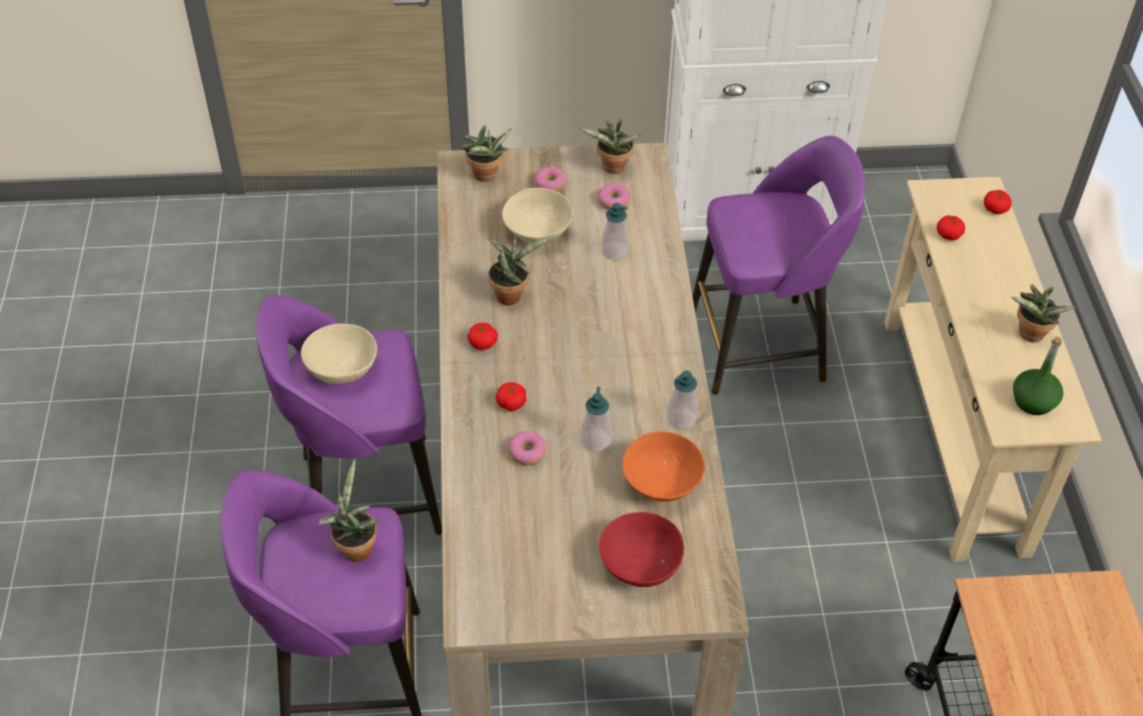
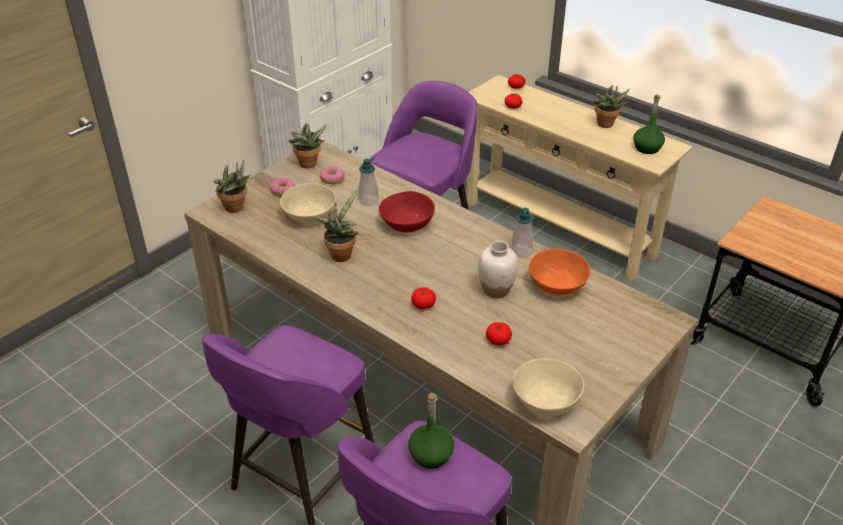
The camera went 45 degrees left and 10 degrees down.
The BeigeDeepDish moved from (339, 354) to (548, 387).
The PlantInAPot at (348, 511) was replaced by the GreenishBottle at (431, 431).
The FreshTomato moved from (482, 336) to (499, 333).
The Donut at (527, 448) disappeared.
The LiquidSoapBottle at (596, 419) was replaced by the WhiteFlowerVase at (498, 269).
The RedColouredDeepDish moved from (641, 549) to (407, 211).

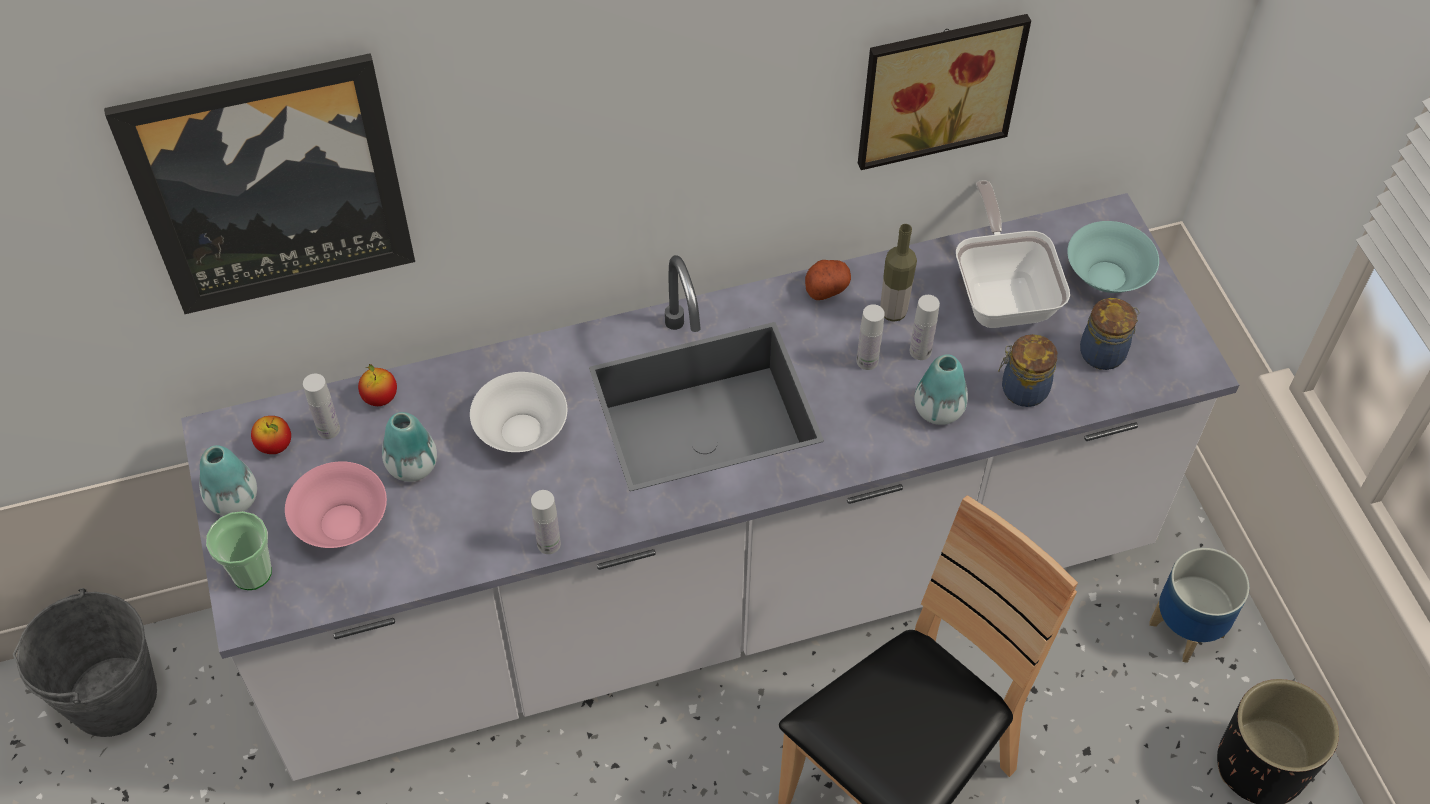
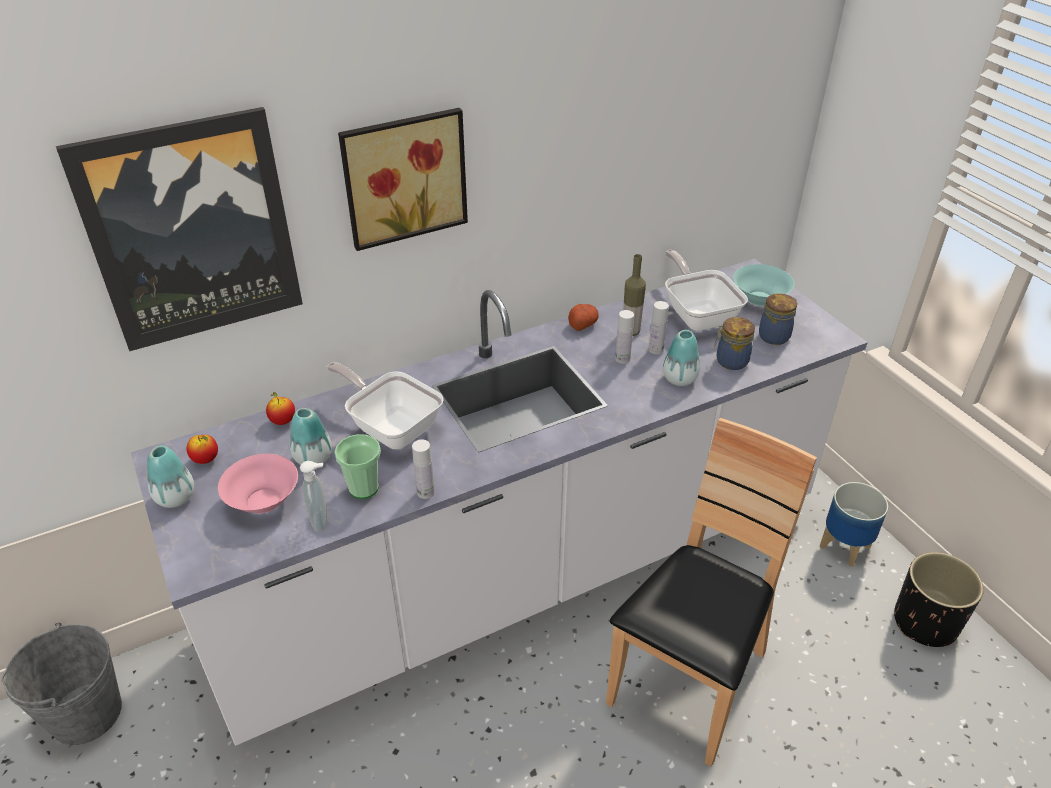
The camera went 10 degrees left and 15 degrees down.
The Cup moved from (239, 550) to (358, 466).
The WhiteBottle at (321, 406) disappeared.
The WhiteDeepDish at (518, 412) was replaced by the Skillet at (385, 405).
The WallPicture moved from (944, 92) to (403, 179).
The LiquidSoapBottle at (313, 496) appeared.

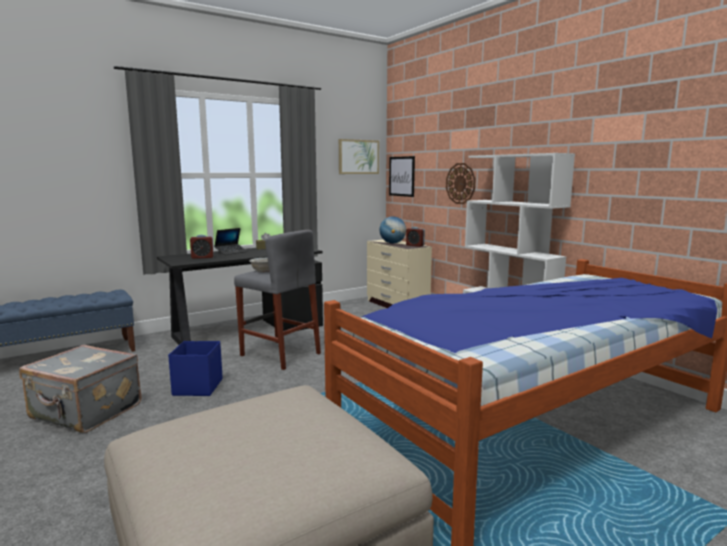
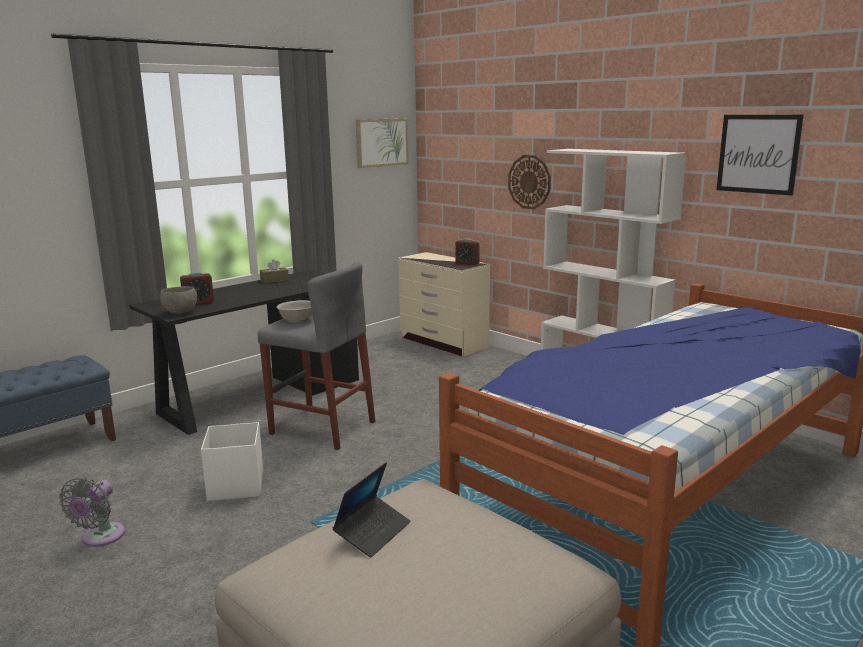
The camera went 10 degrees left and 5 degrees up.
The GreyPieceOfLuggage at (80, 389) was replaced by the GreyElectricFan at (92, 512).
The BlueColouredStorageBin at (195, 368) became the WhiteStorageBin at (232, 461).
The NotebookComputer moved from (231, 241) to (371, 510).
The WorldGlobe at (393, 229) disappeared.
The WallPicture moved from (402, 176) to (760, 155).
The GreyDeepDish at (178, 299) appeared.

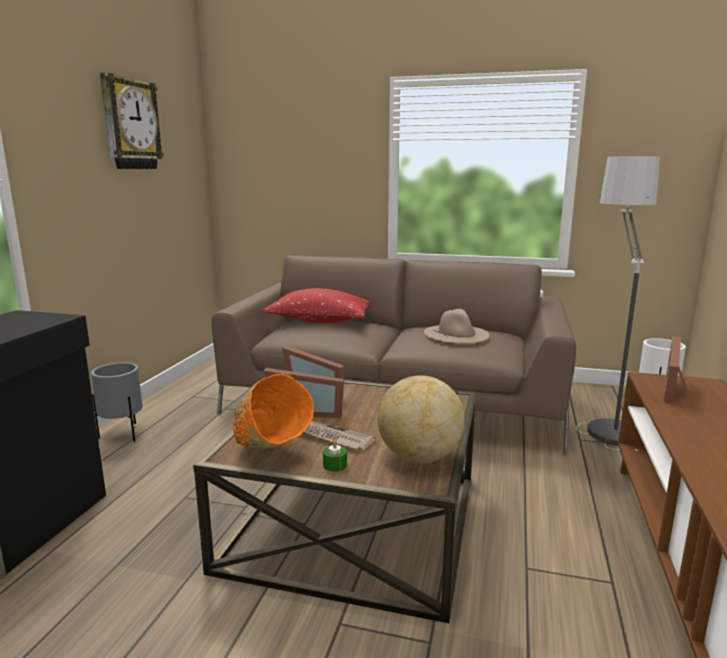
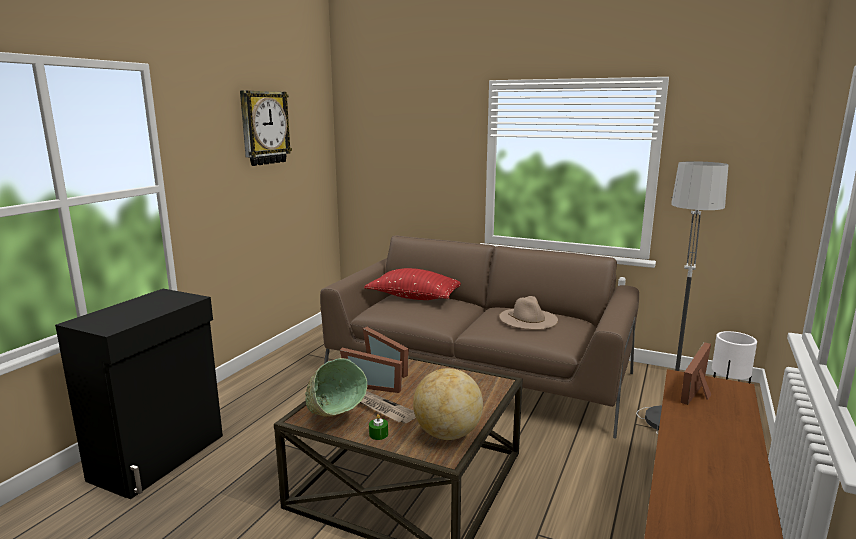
The camera went 10 degrees right and 0 degrees up.
The GreyFlowerPot at (117, 402) disappeared.
The OrangeDeepDish at (273, 411) became the GreenishDeepDish at (336, 387).

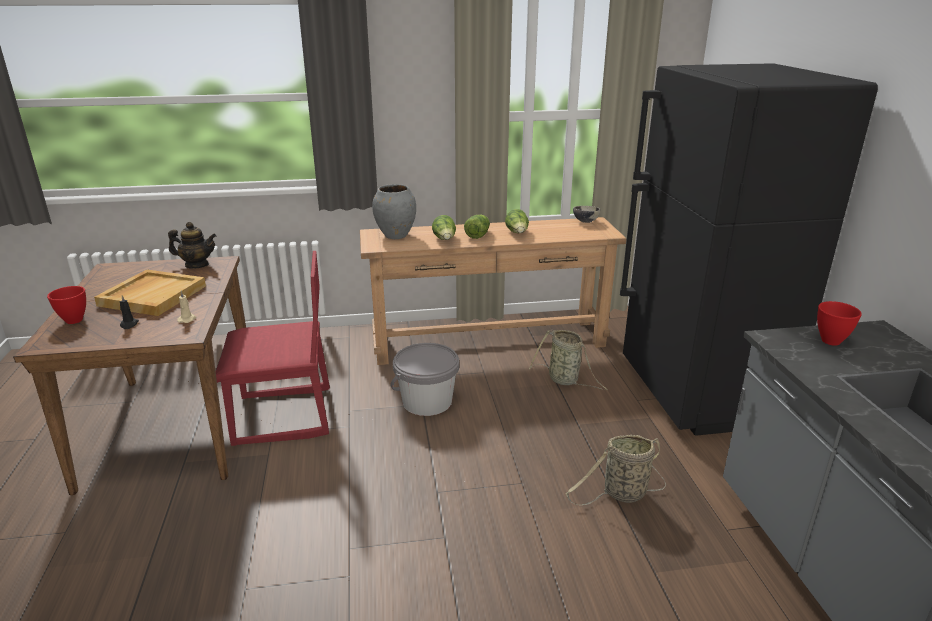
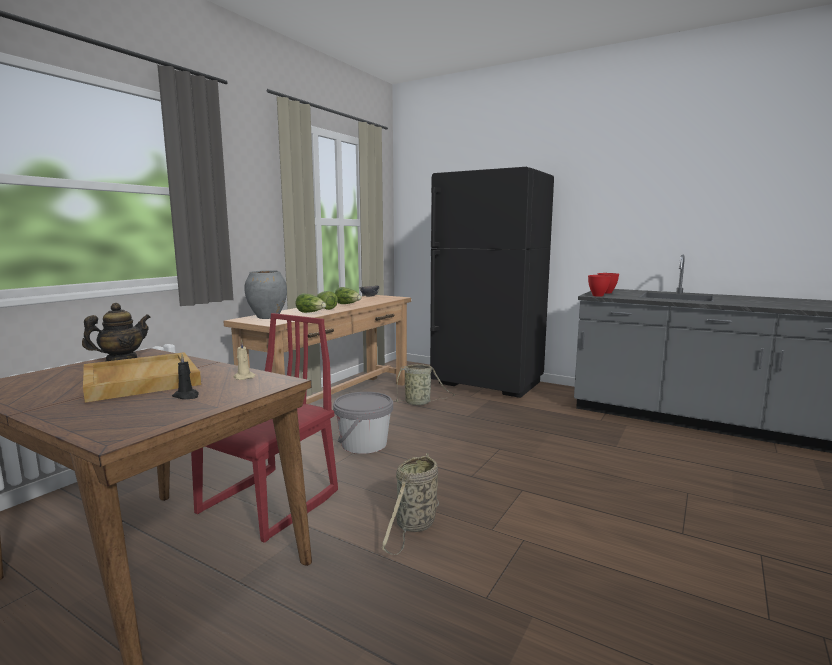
The camera went 50 degrees left and 15 degrees down.
The RedColouredDeepDish moved from (66, 305) to (599, 286).
The StorageBasket moved from (615, 470) to (410, 504).

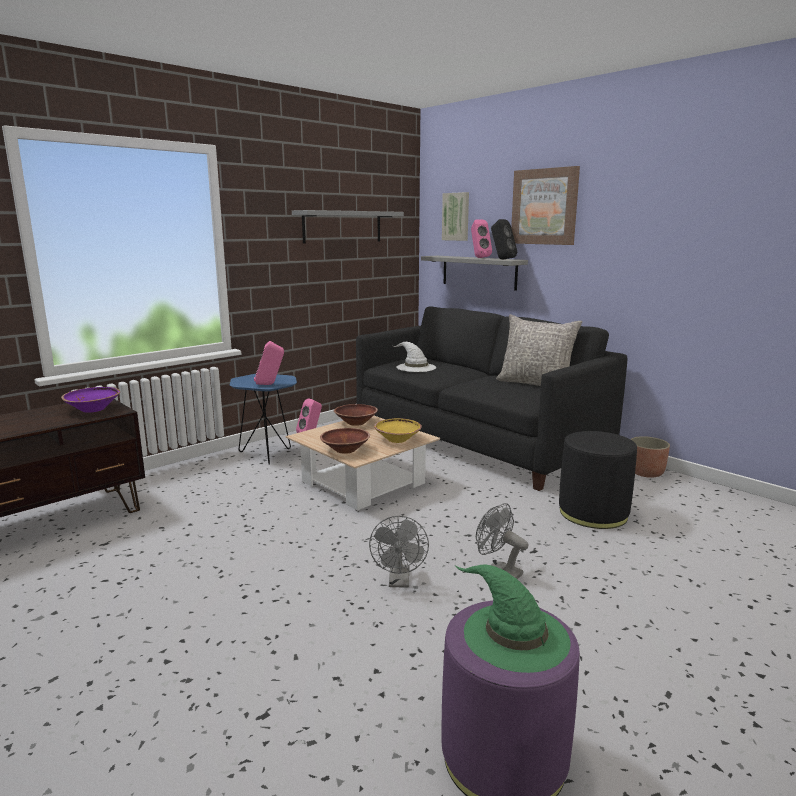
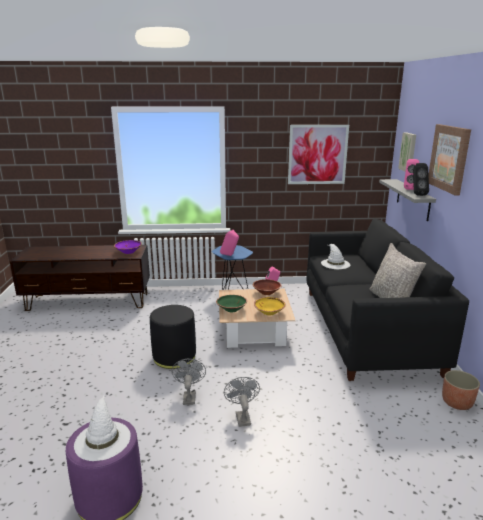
The camera went 40 degrees right and 5 degrees up.
The GreyWallShelf at (348, 226) was replaced by the WallPicture at (318, 154).
The BrownDeepDish at (345, 441) became the GreenishDeepDish at (231, 303).
The GreyElectricFan at (399, 552) turned 135 degrees clockwise.
The GreenishHat at (513, 618) became the WhiteHat at (102, 428).
The BlackColouredFootrest moved from (598, 480) to (173, 337).

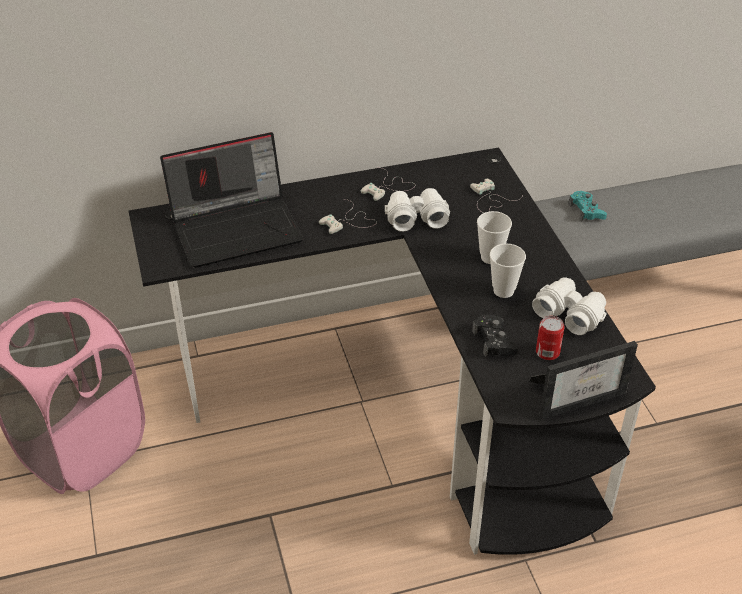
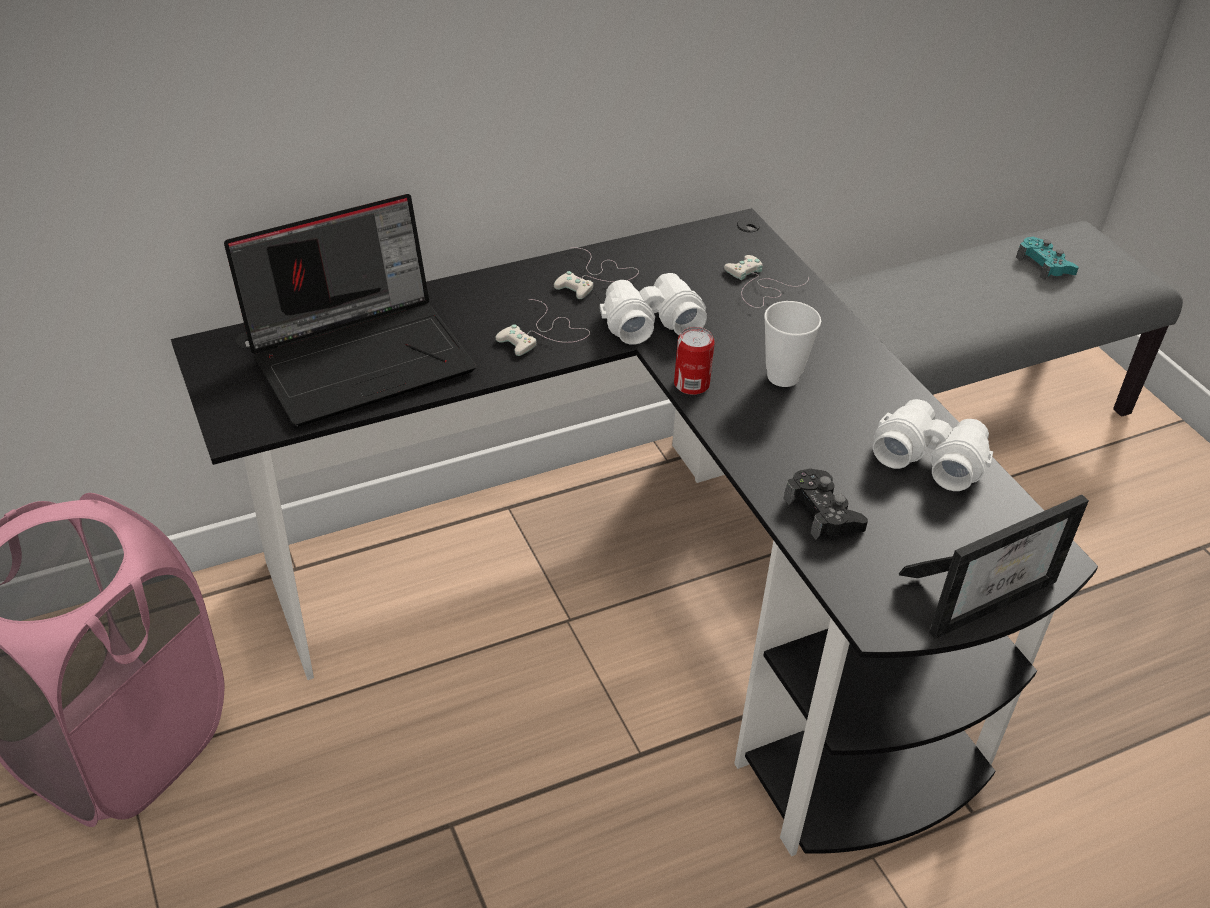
The camera went 10 degrees left and 0 degrees up.
The Cup at (508, 271) disappeared.
The SealedCan moved from (550, 338) to (694, 361).
The BlueGreenGamepad moved from (587, 206) to (1047, 258).

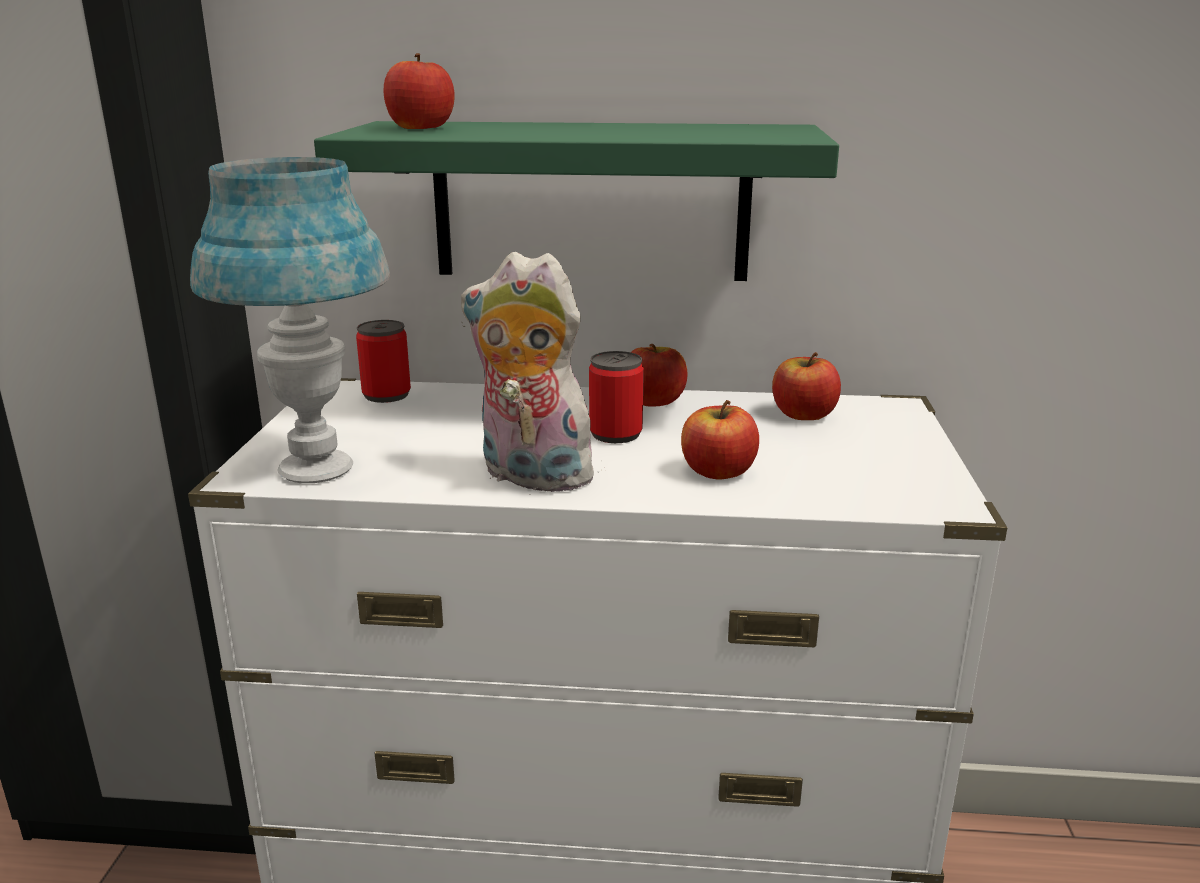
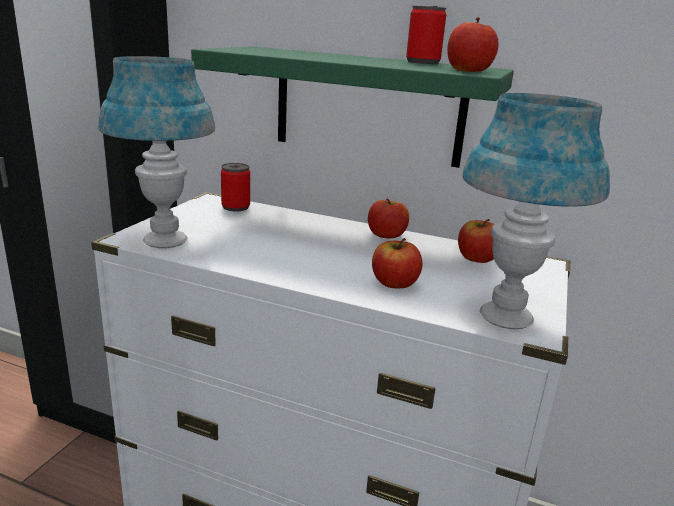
The camera went 15 degrees right and 0 degrees up.
The WholeApple moved from (419, 91) to (472, 44).
The SoftToy at (531, 372) disappeared.
The SealedCan moved from (616, 397) to (426, 35).
The BlueColouredTableLamp at (536, 211) appeared.

